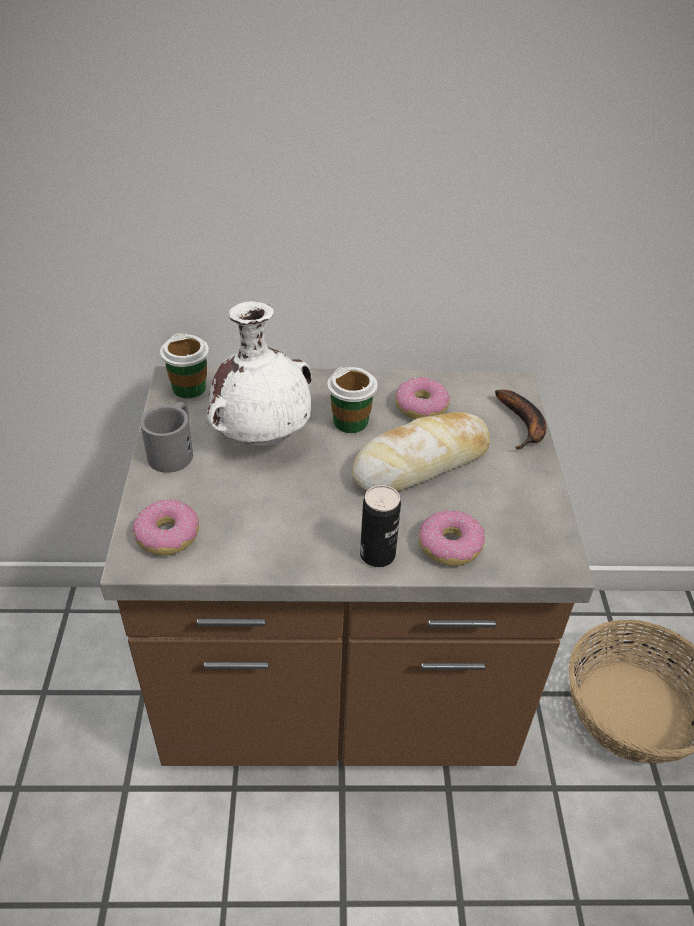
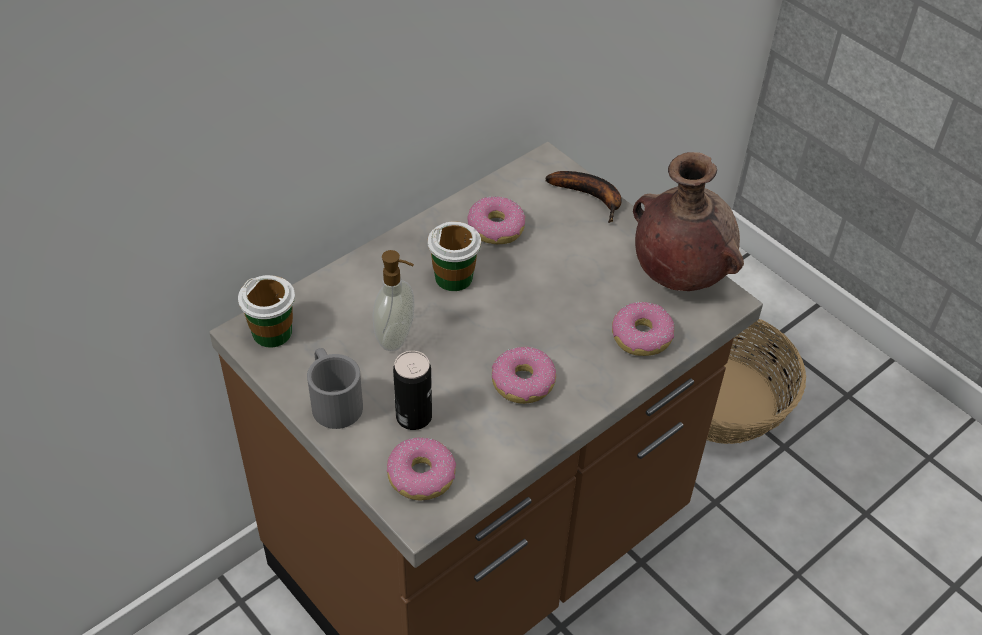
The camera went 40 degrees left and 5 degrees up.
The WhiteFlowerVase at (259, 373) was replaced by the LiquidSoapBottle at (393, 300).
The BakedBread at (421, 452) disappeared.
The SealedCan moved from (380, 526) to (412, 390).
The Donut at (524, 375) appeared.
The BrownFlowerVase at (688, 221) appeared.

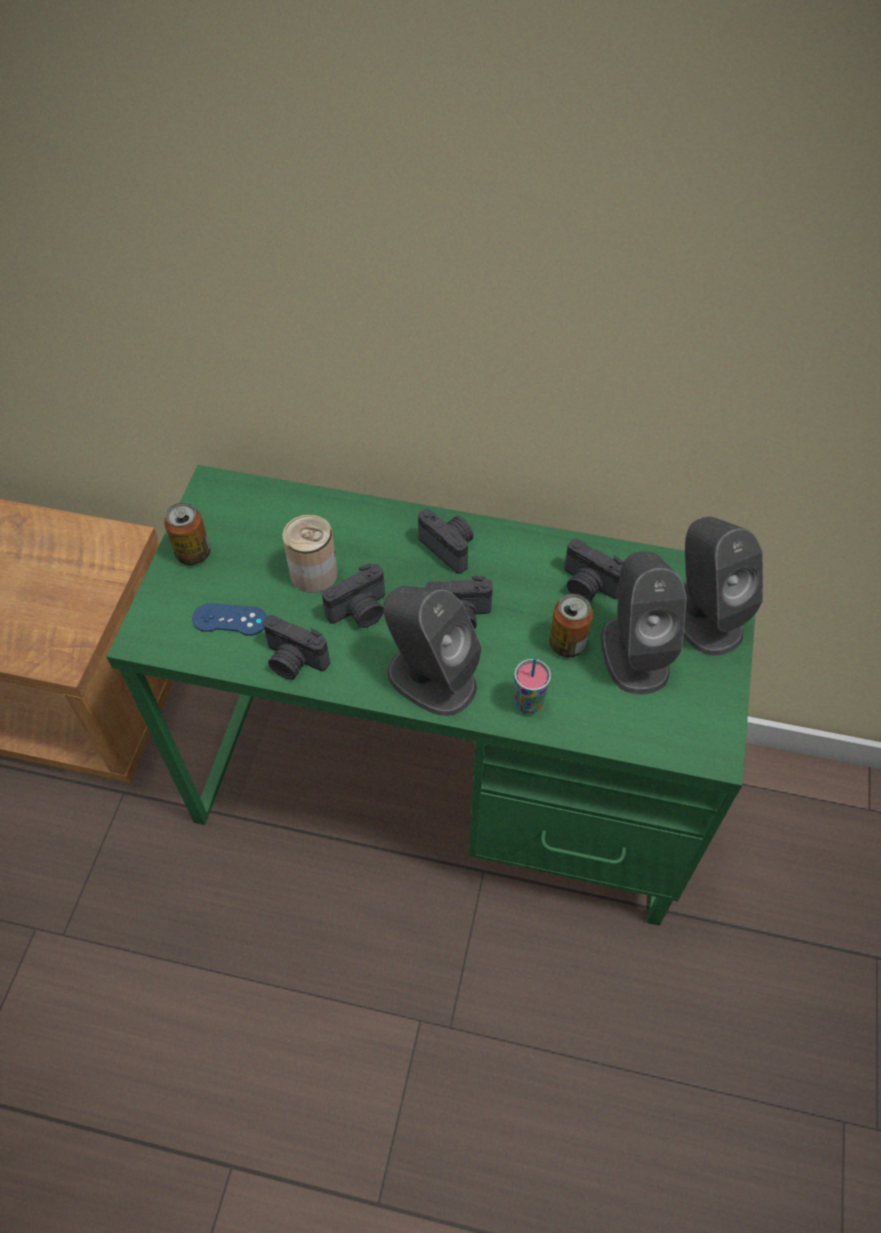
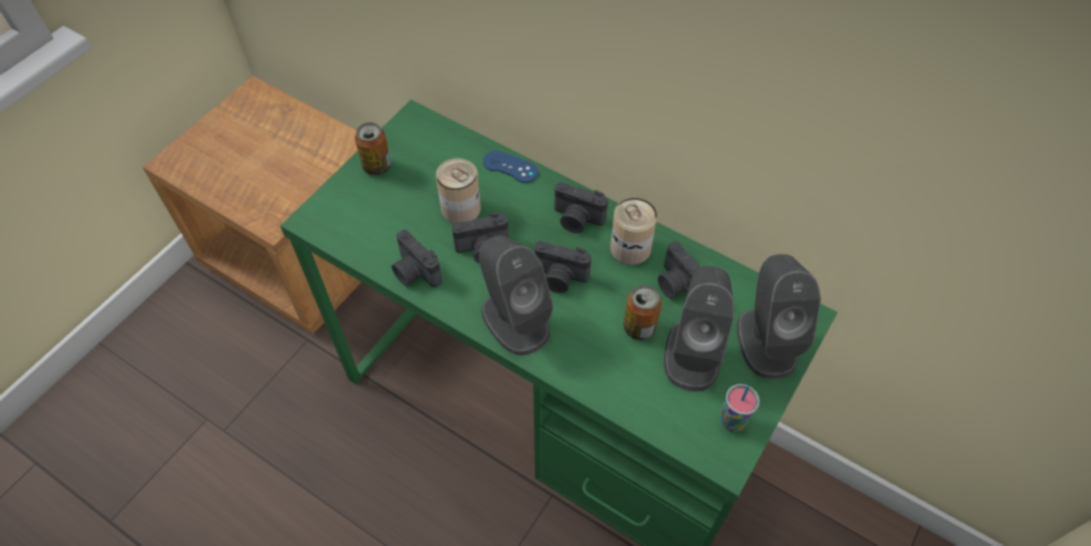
The camera went 20 degrees right and 0 degrees up.
The BlueColouredGamepad moved from (229, 619) to (511, 167).
The PhotoCamera at (446, 541) turned 135 degrees clockwise.
The Cup moved from (532, 686) to (740, 408).
The SealedCan at (633, 231) appeared.

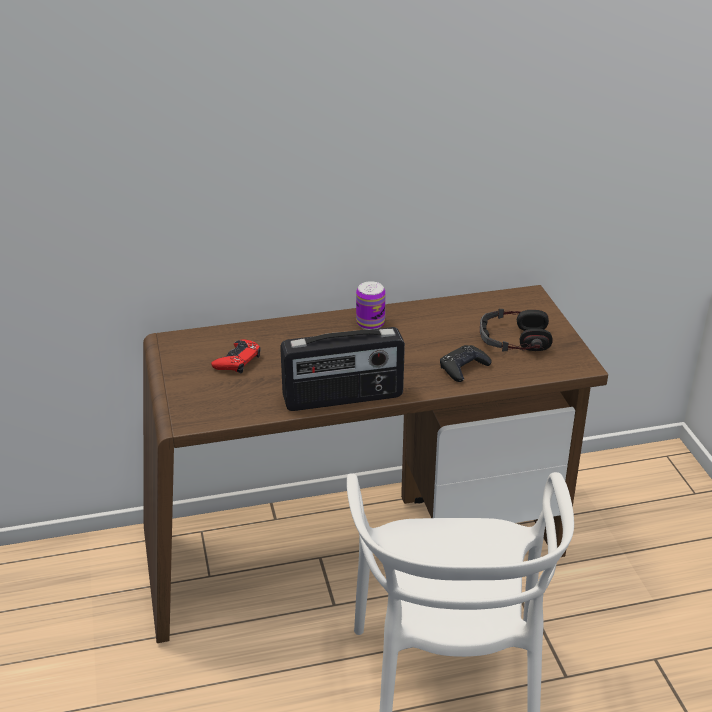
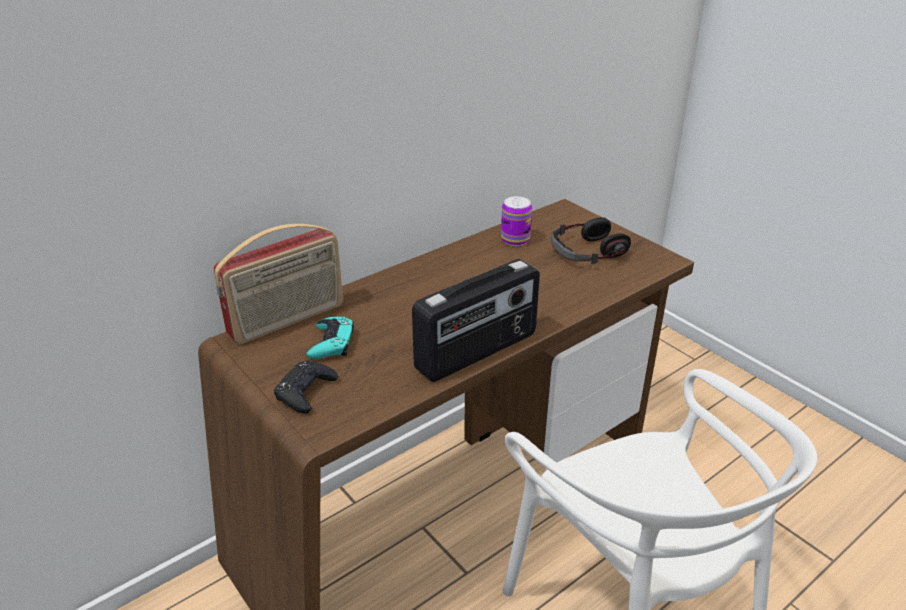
The camera went 25 degrees left and 0 degrees up.
The RedColouredGamepad at (236, 356) became the BlueGreenGamepad at (330, 338).
The SealedCan moved from (371, 305) to (516, 221).
The BlackColouredGamepad moved from (466, 363) to (306, 387).
The Radio at (278, 284) appeared.

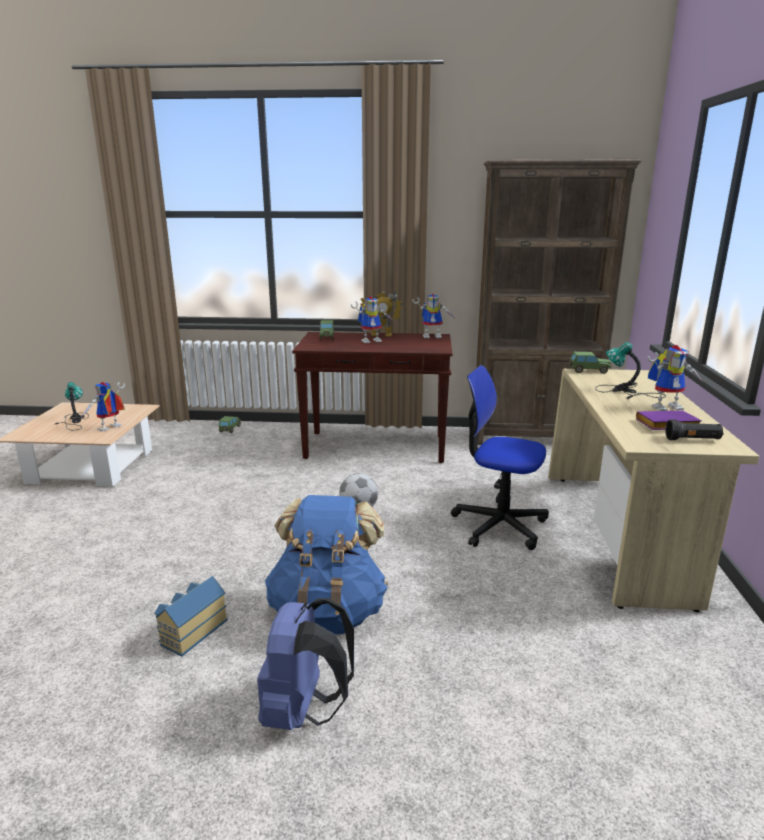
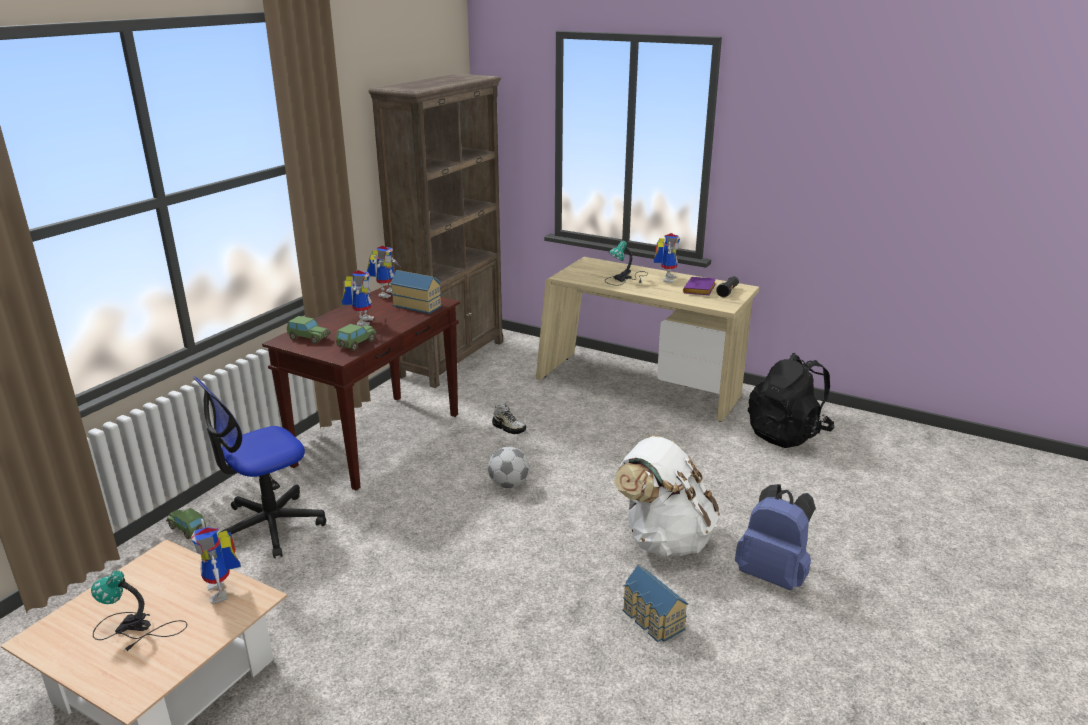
The camera went 65 degrees left and 5 degrees up.
The BlueColouredRucksack at (326, 565) became the WhiteRucksack at (667, 496).
The ModelRobot at (382, 313) disappeared.
The OfficeChair moved from (500, 457) to (259, 467).
The MiniatureCar moved from (590, 363) to (356, 337).
The ModelHouse at (416, 292) appeared.
The Shoe at (509, 418) appeared.
The BlackColouredRucksack at (791, 400) appeared.

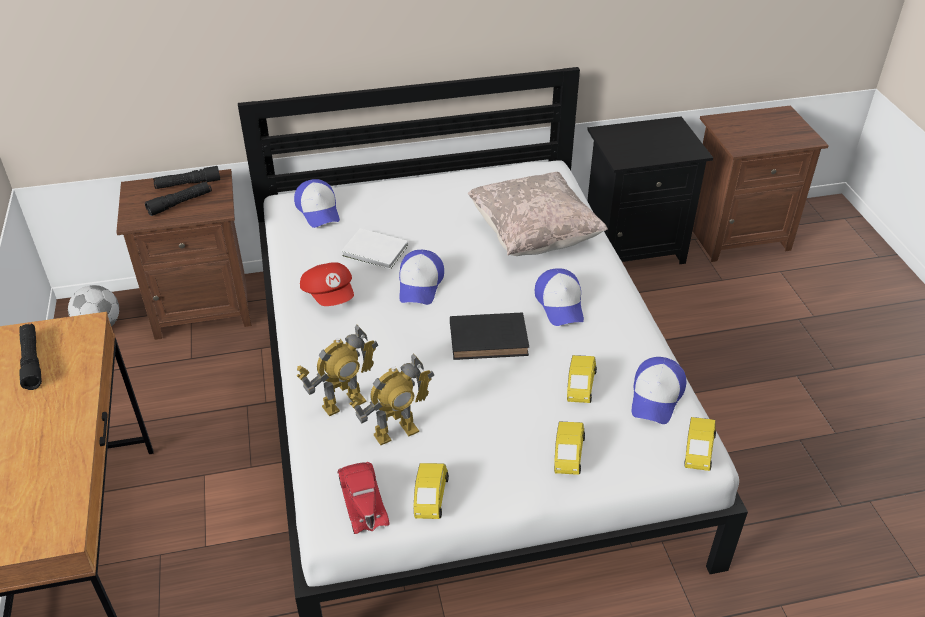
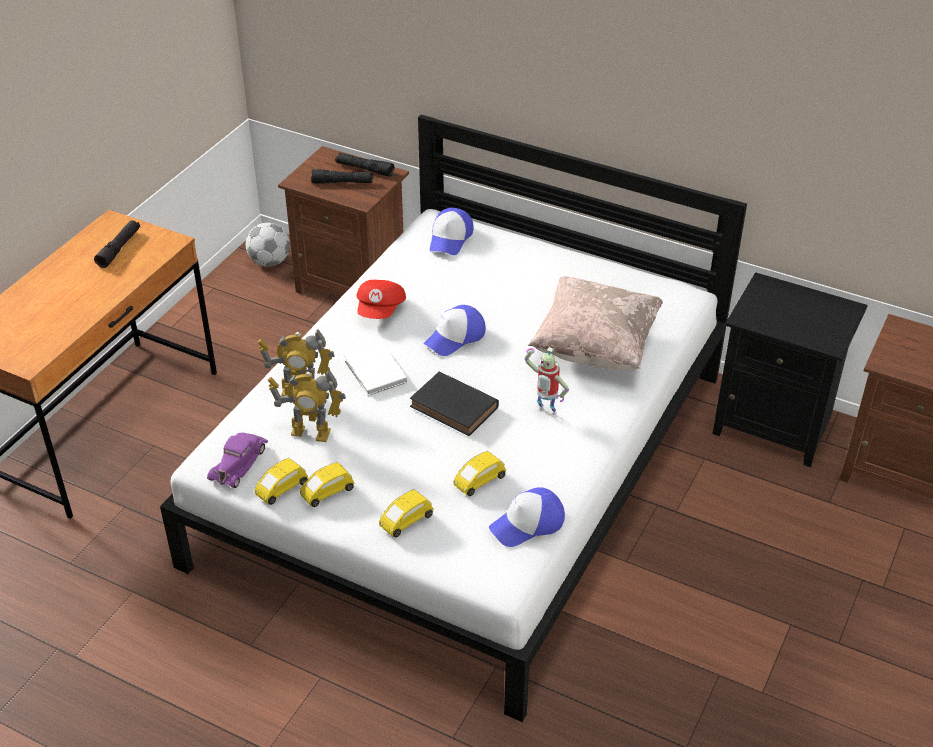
The camera went 40 degrees right and 0 degrees up.
The RedColouredMiniatureCar at (363, 498) became the PurpleColouredMiniatureCar at (237, 460).
The WhiteBoundBook moved from (374, 249) to (376, 370).
The PeakedCap at (559, 297) was replaced by the ModelRobot at (546, 381).
The YellowColouredMiniatureCar moved from (700, 444) to (327, 484).

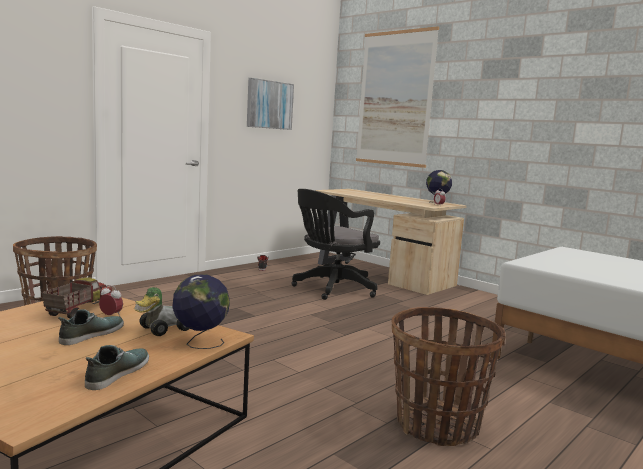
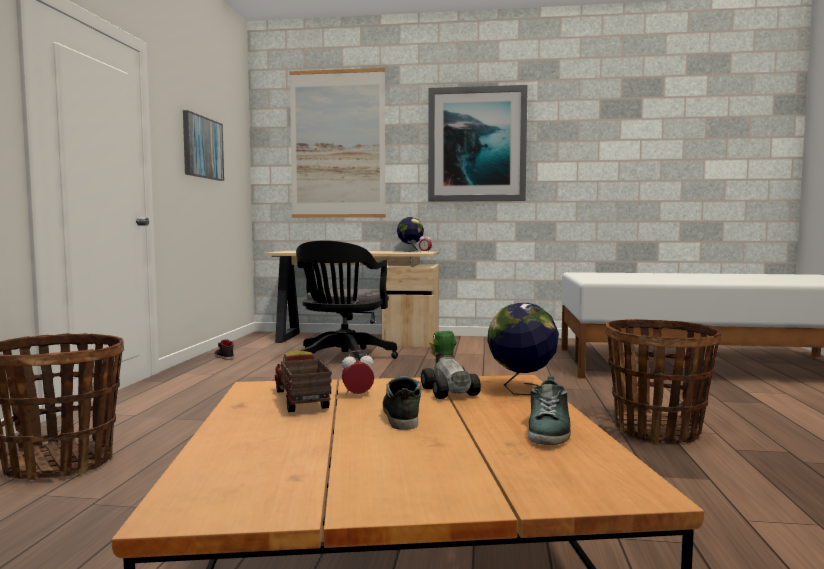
The camera went 35 degrees left and 5 degrees down.
The Shoe at (117, 367) turned 150 degrees counterclockwise.
The MiniatureCar at (161, 311) turned 150 degrees clockwise.
The WallPicture at (478, 143) appeared.

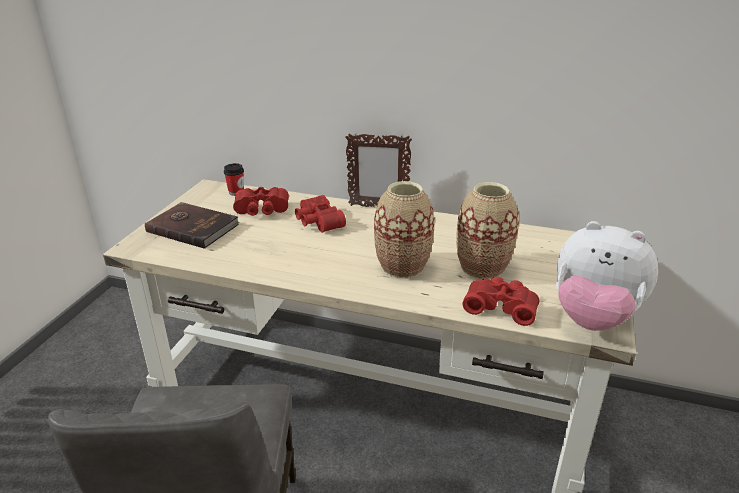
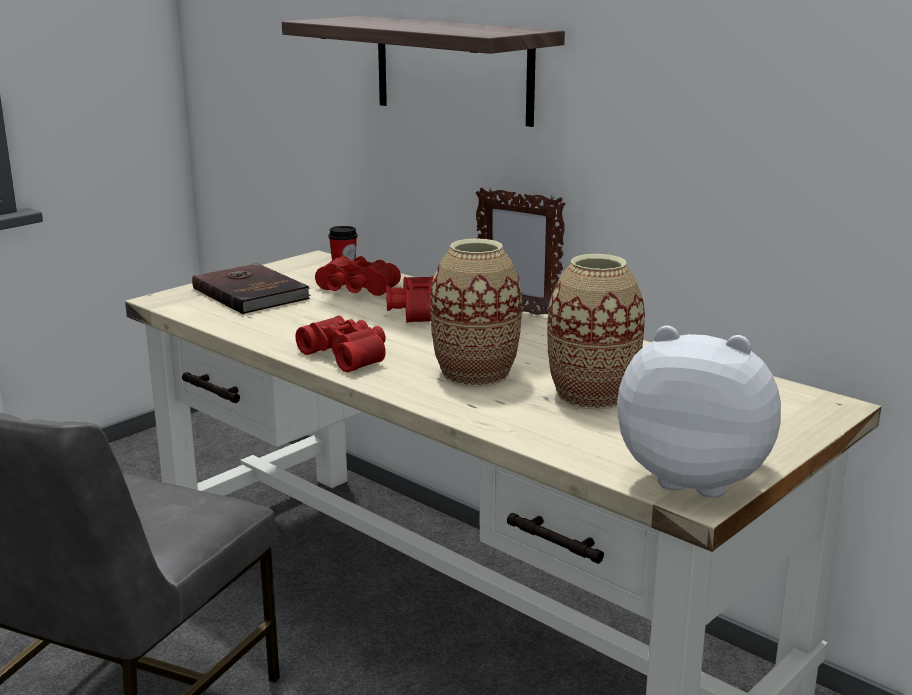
The camera went 25 degrees right and 10 degrees down.
The RedColouredPairOfBinoculars moved from (501, 301) to (341, 344).
The SoftToy at (607, 276) turned 150 degrees clockwise.
The WallShelf at (423, 71) appeared.

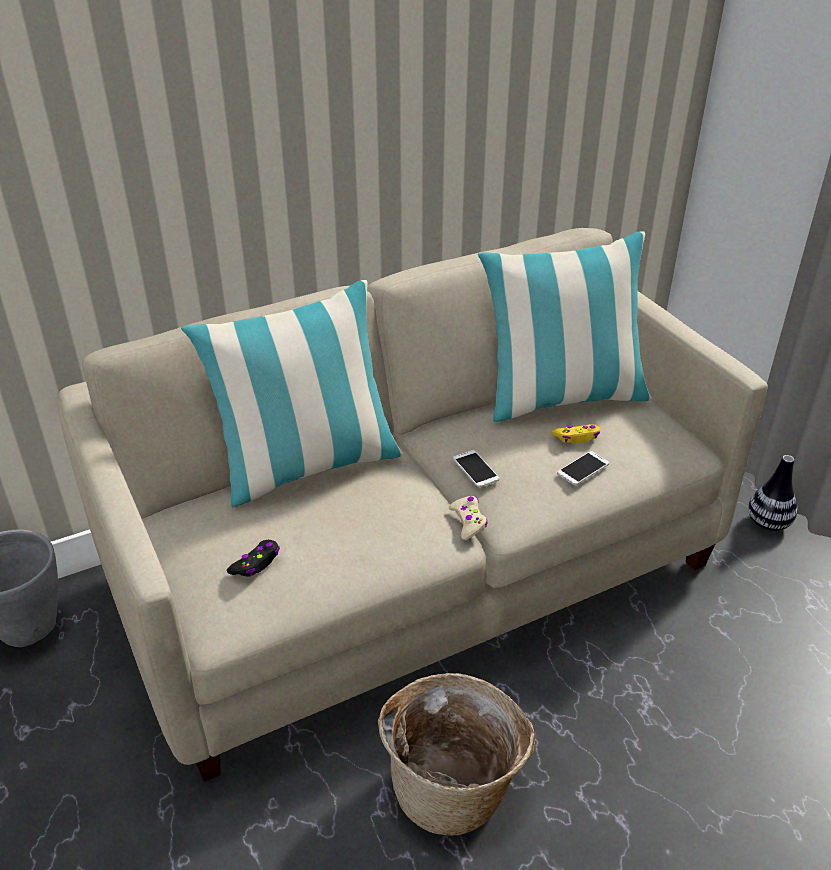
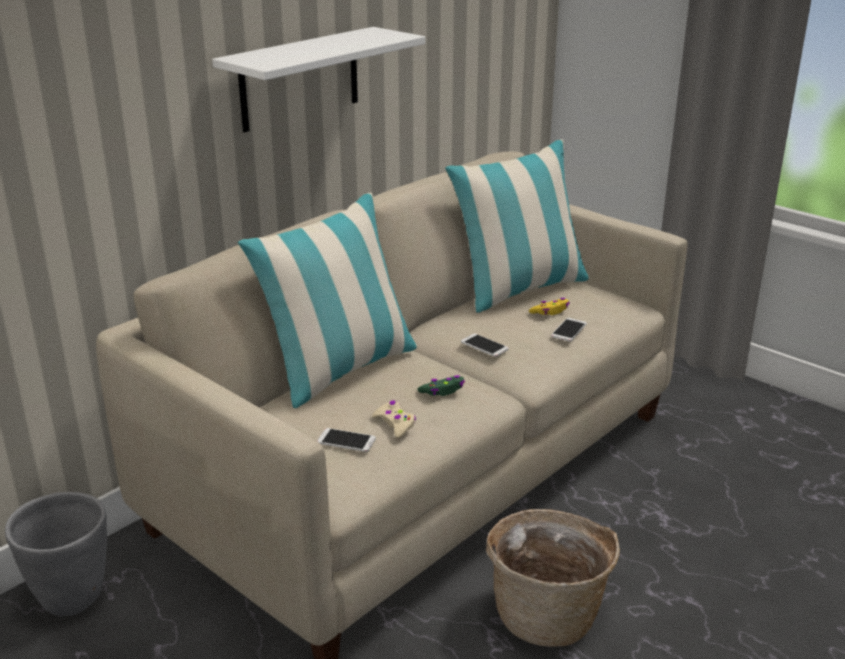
The camera went 20 degrees left and 10 degrees down.
The BlackColouredGamepad at (253, 558) was replaced by the Telephone at (346, 440).
The BeigeGamepad moved from (468, 518) to (394, 419).
The FlowerVase at (773, 493) disappeared.
The WhiteWallShelf at (319, 79) appeared.
The GreenishGamepad at (441, 385) appeared.

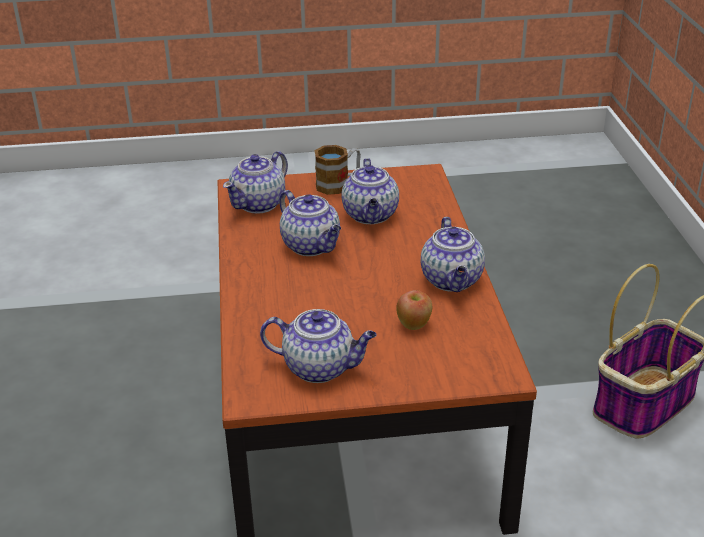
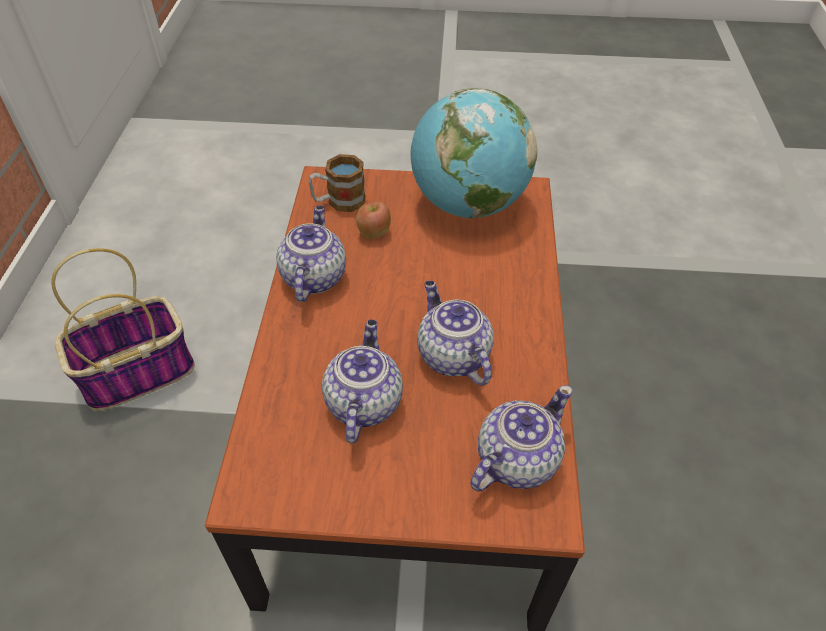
The camera went 170 degrees left and 15 degrees up.
The TeaPot at (318, 346) was replaced by the WorldGlobe at (474, 153).
The Mug moved from (338, 170) to (337, 183).

